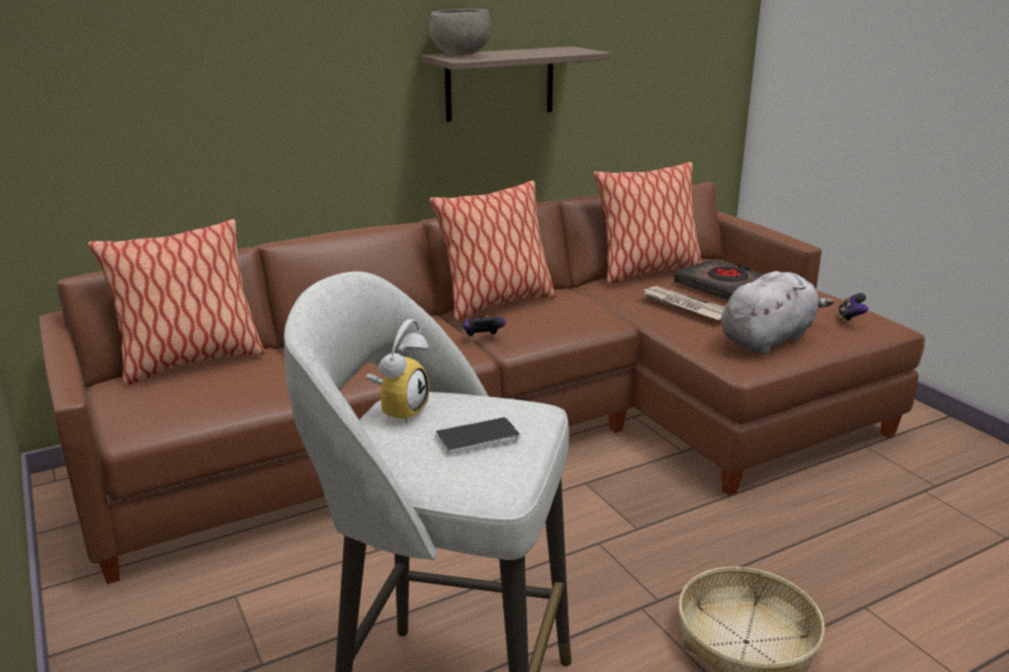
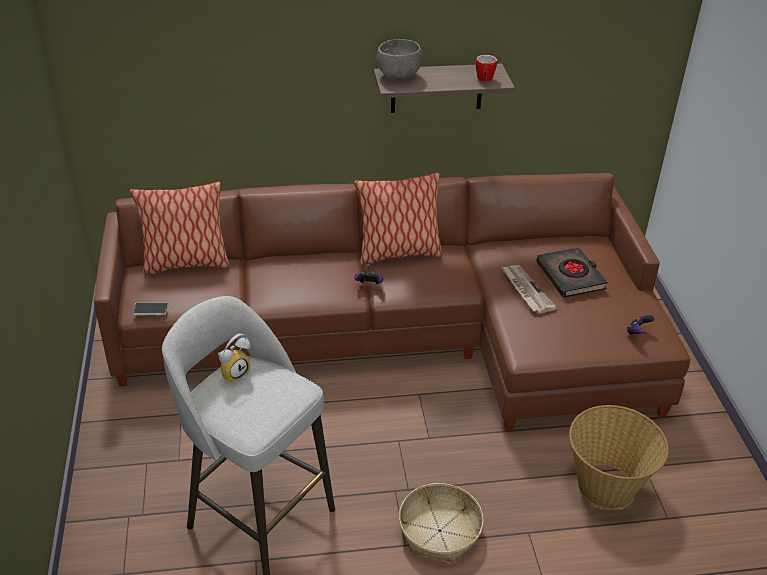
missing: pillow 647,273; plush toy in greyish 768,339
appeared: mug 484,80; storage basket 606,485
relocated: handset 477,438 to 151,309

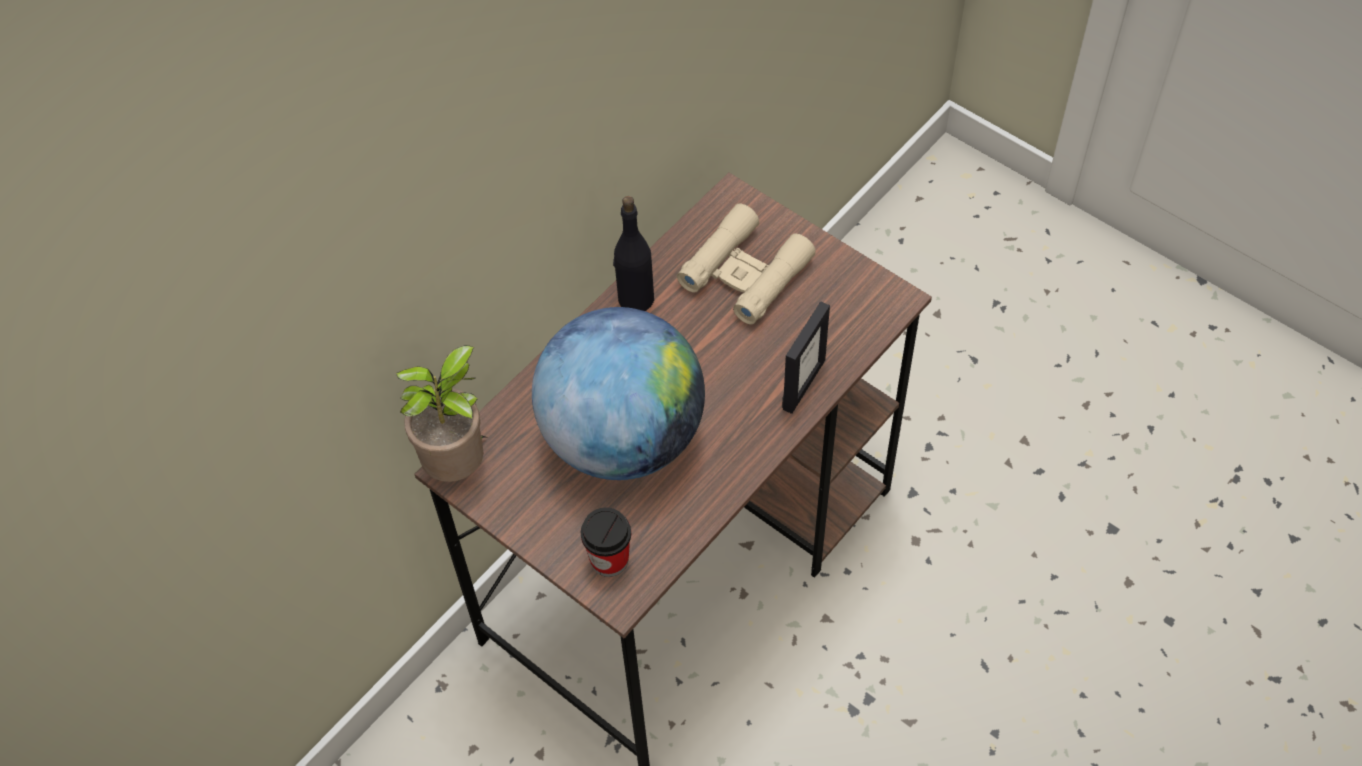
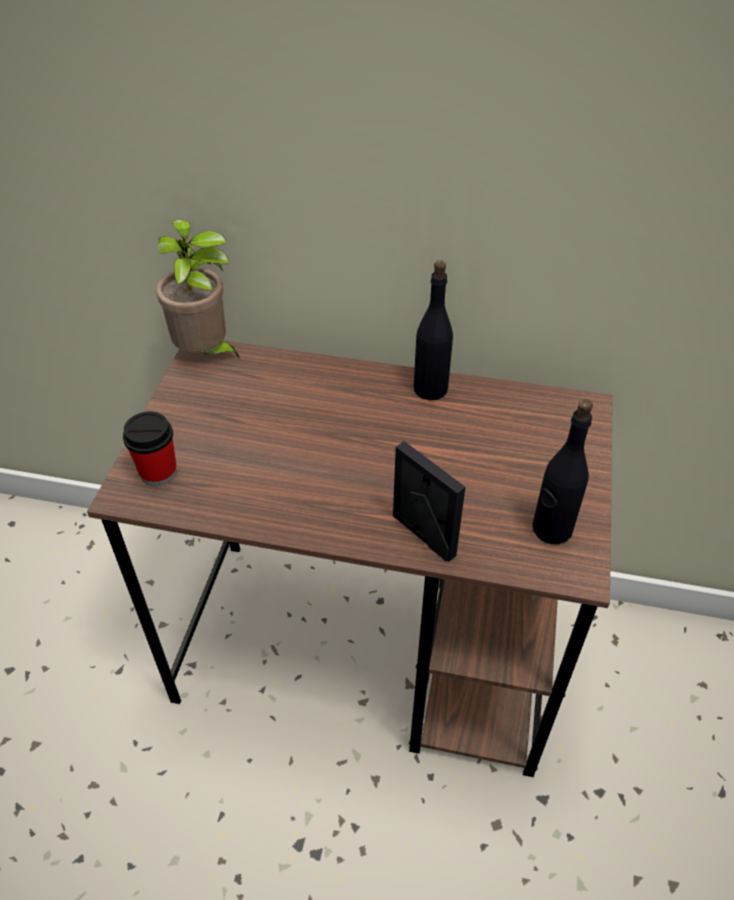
missing: world globe 623,438; pair of binoculars in beige 745,273
appeared: beverage bottle in blackish 551,529
spun: standing frame 803,384 = 423,536 135 degrees counterclockwise

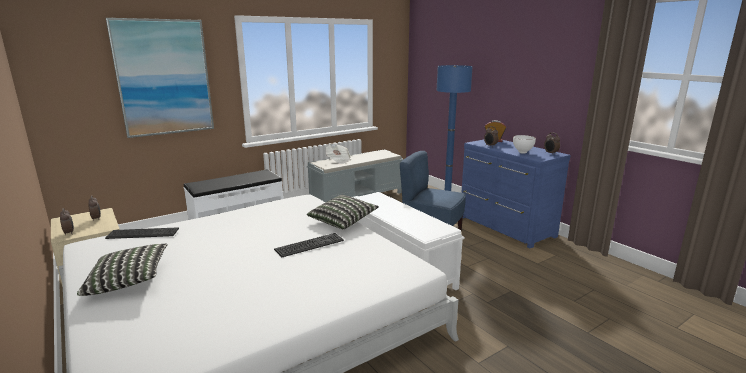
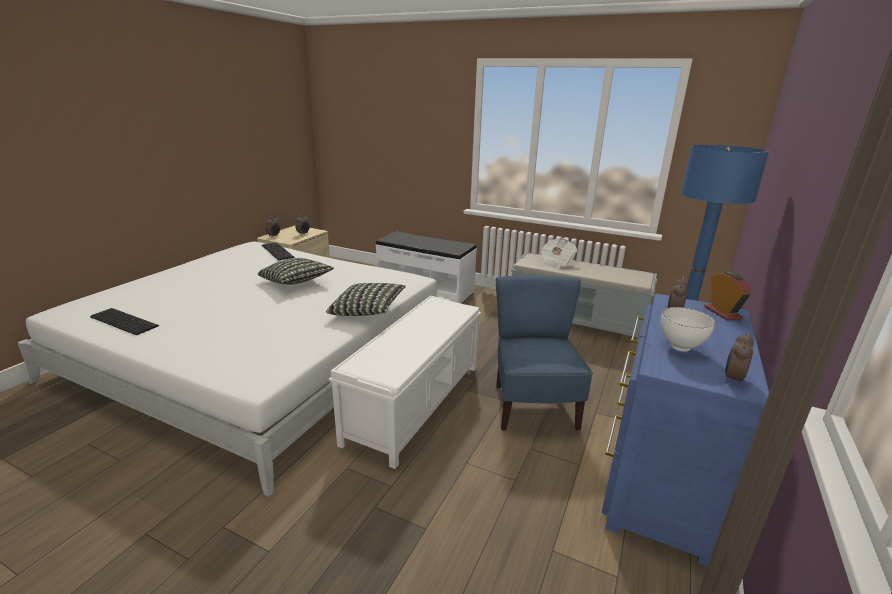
missing: wall picture 164,78
relocated: keyboard 308,244 to 125,320; pillow 128,281 to 296,282

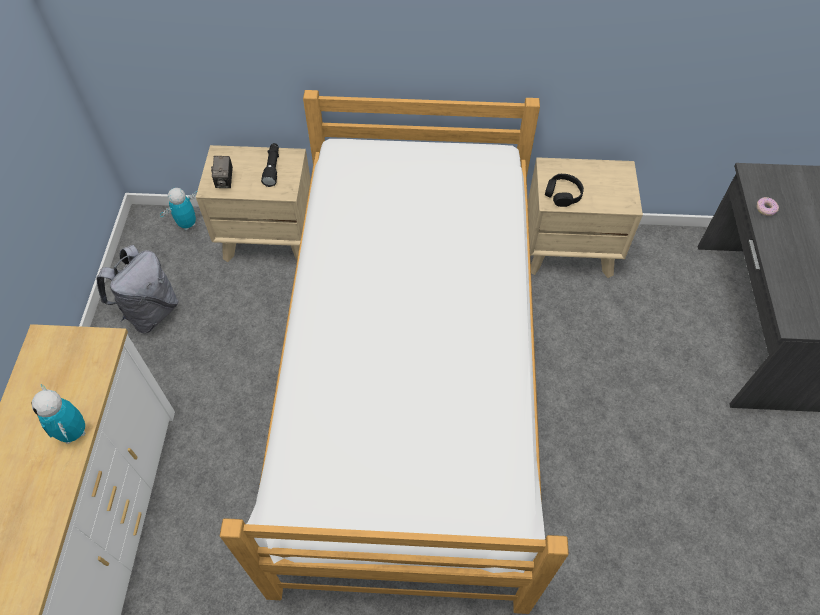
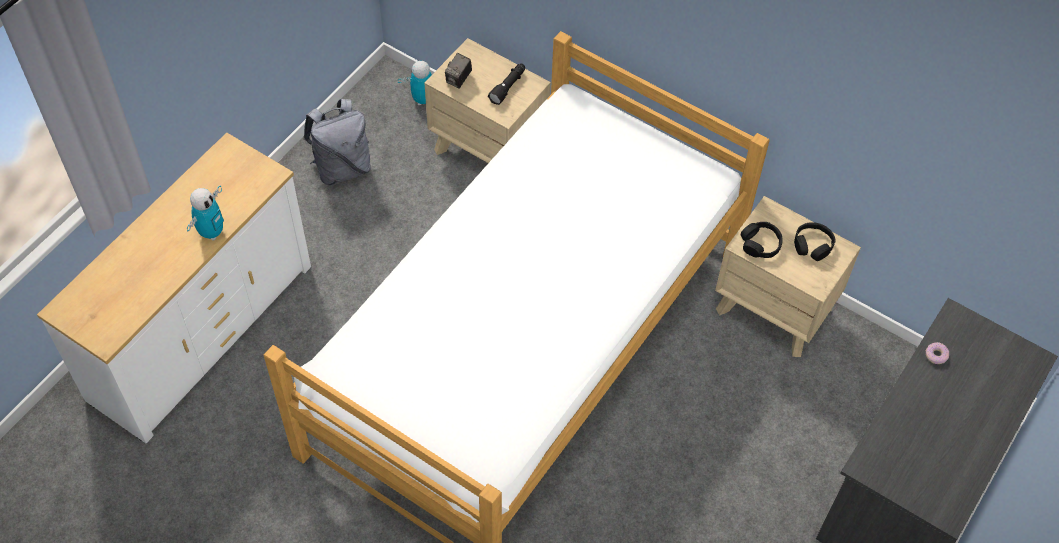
appeared: pair of headphones in blackish 812,245
spun: toy robot 73,432 = 211,232 150 degrees counterclockwise

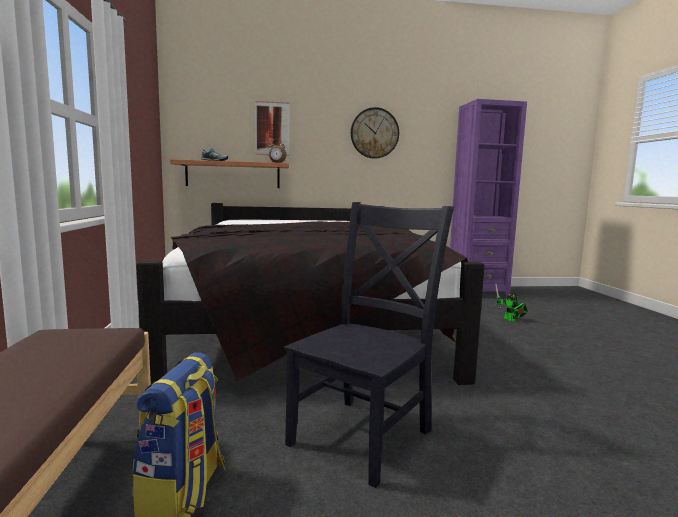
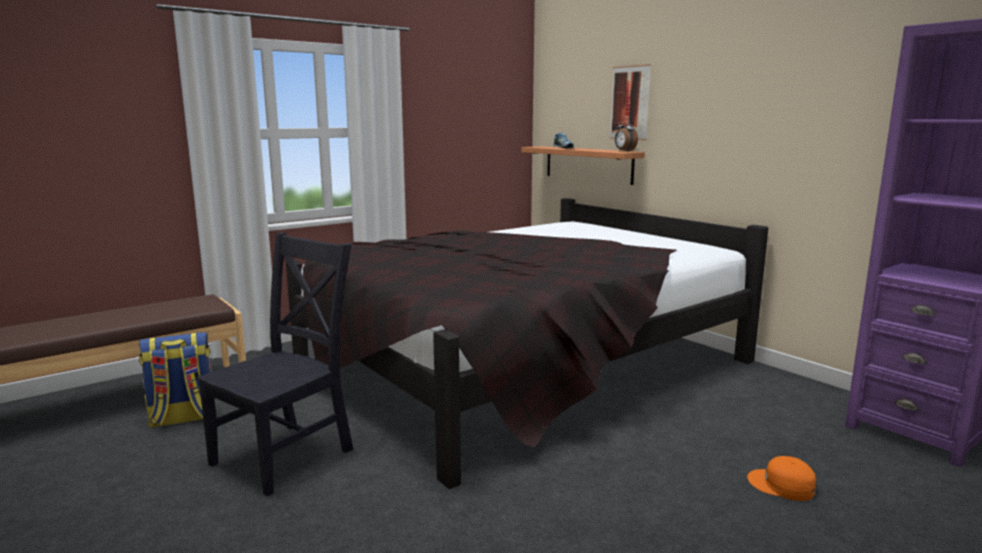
missing: clock on the wall 374,133
exchanged: toy robot 510,320 to cap in orange 781,485
spun: upright chair in blackish 364,434 = 287,454 60 degrees counterclockwise

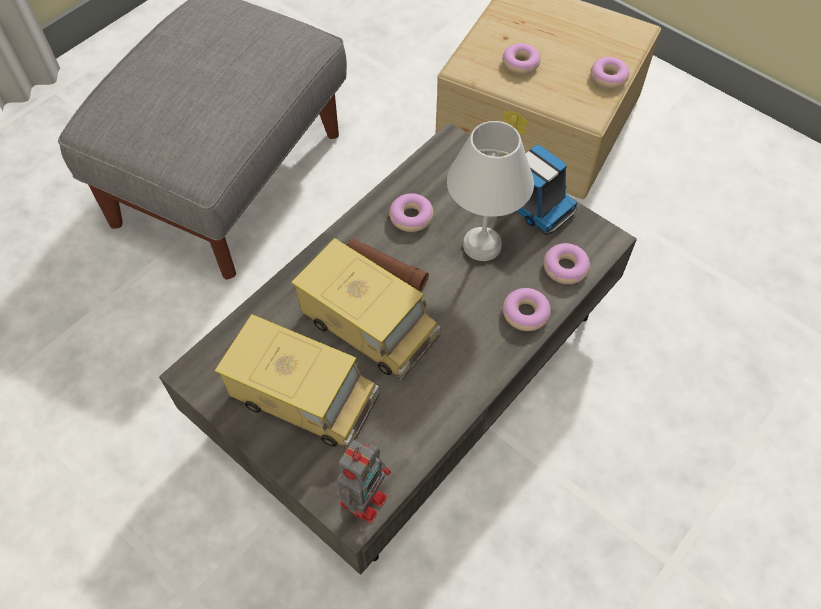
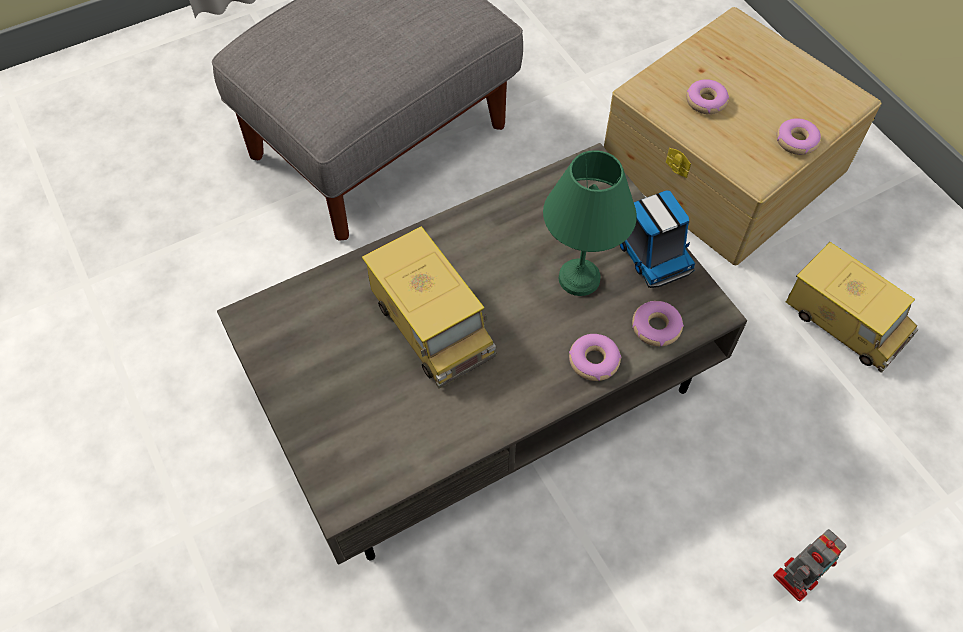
missing: hand torch in brown-coloured 386,268; donut 411,217
relocated: toy robot 364,498 to 796,577; toy truck 304,397 to 845,321
colour: tabletop lamp in white 481,243 to tabletop lamp in greenish 578,276

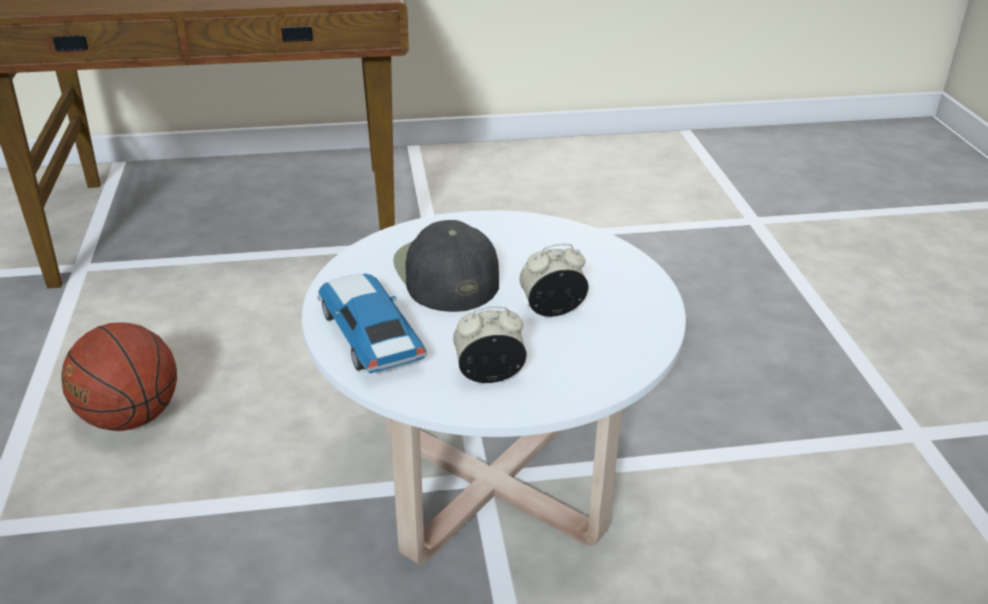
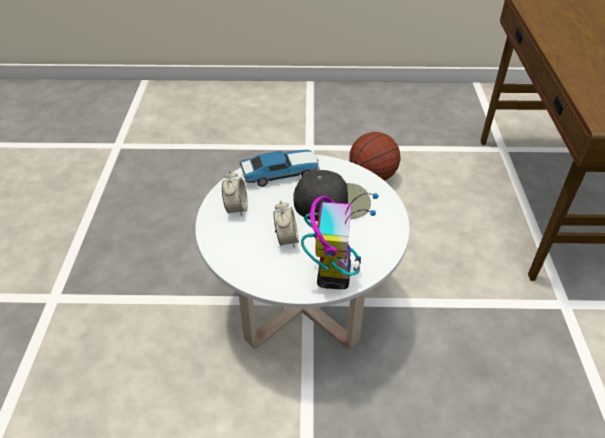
appeared: toy robot 333,275

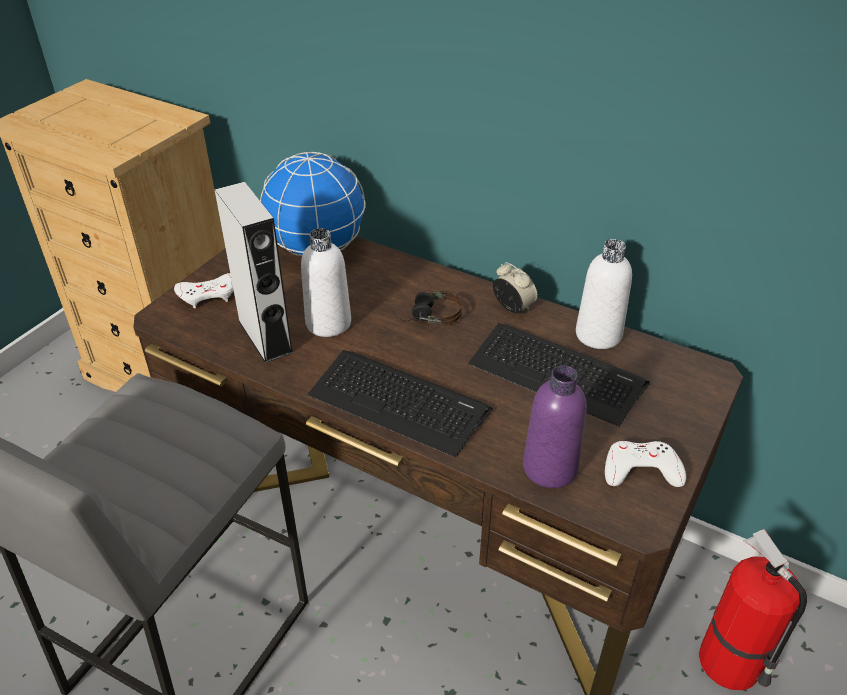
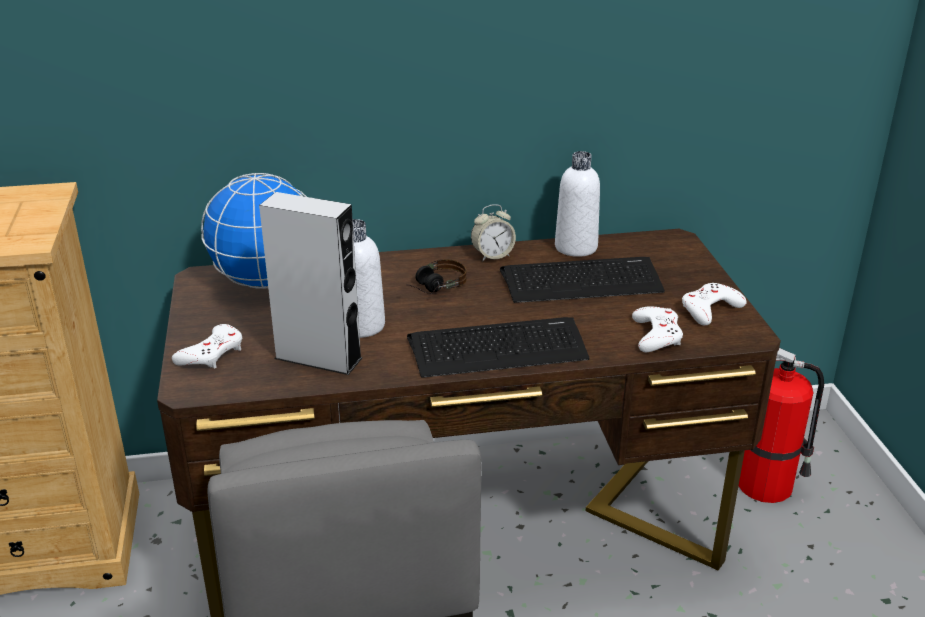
exchanged: beverage bottle in purple 550,468 to gamepad in white 656,335
spun: bedside clock 513,308 = 492,255 150 degrees clockwise

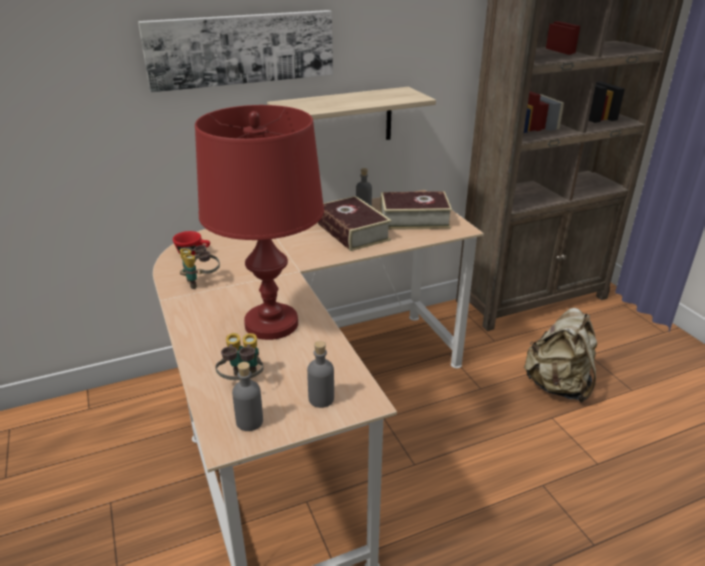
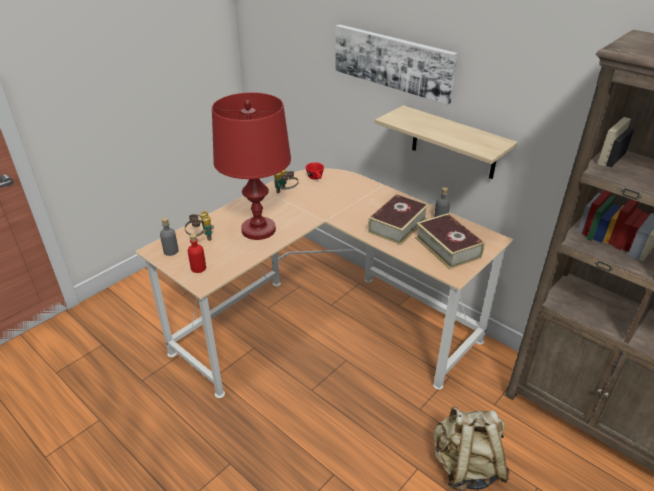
colour: beverage bottle in greyish 321,399 to beverage bottle in reddish 198,268

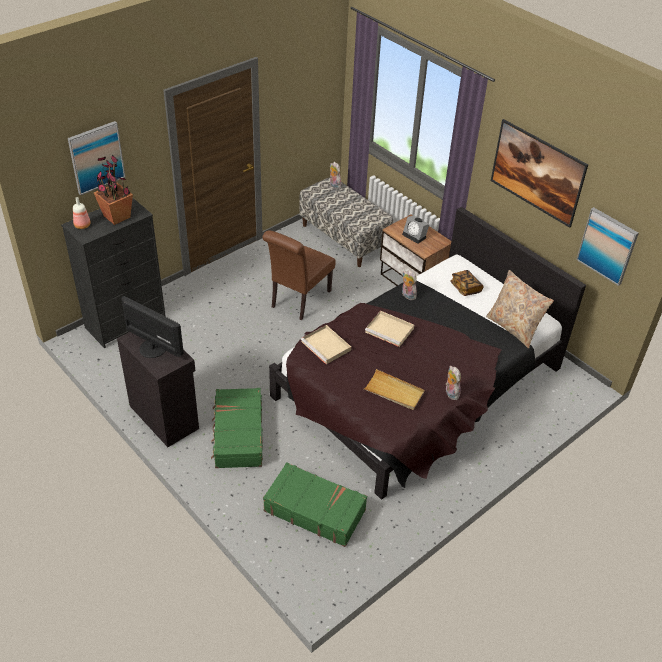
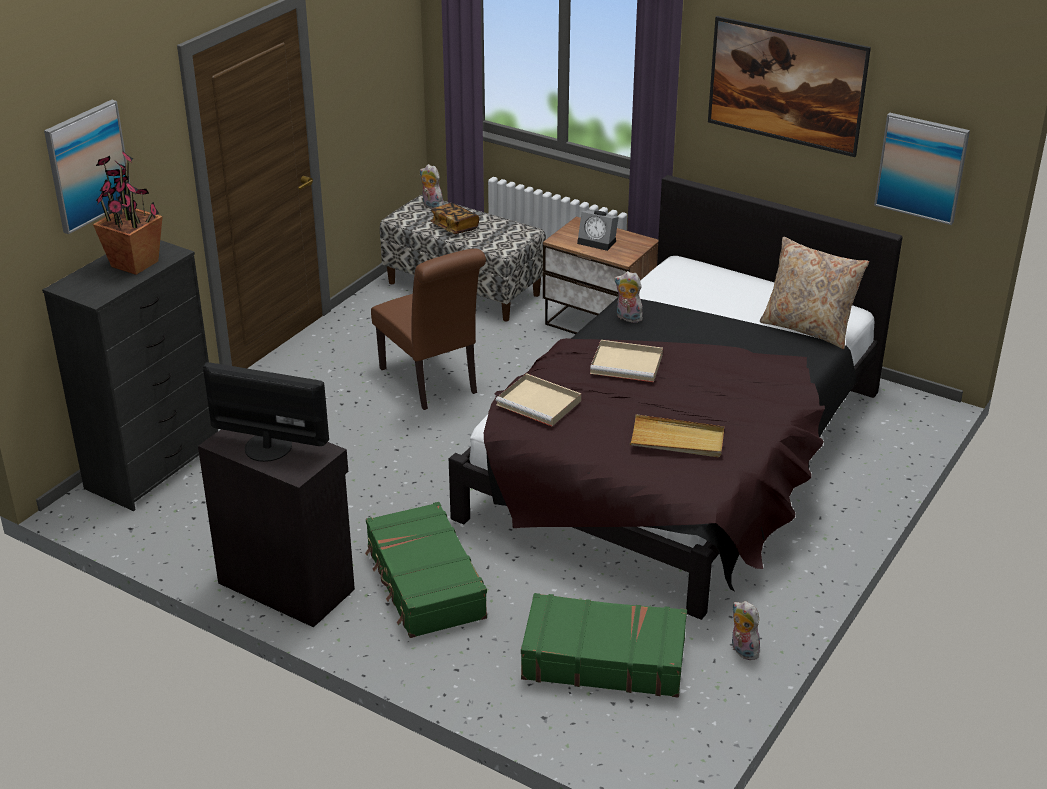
missing: beverage bottle 82,225
relocated: bound book 465,288 to 454,227; plush toy 450,393 to 742,650
spun: upright chair in brown-coloured 298,301 = 432,383 45 degrees counterclockwise

